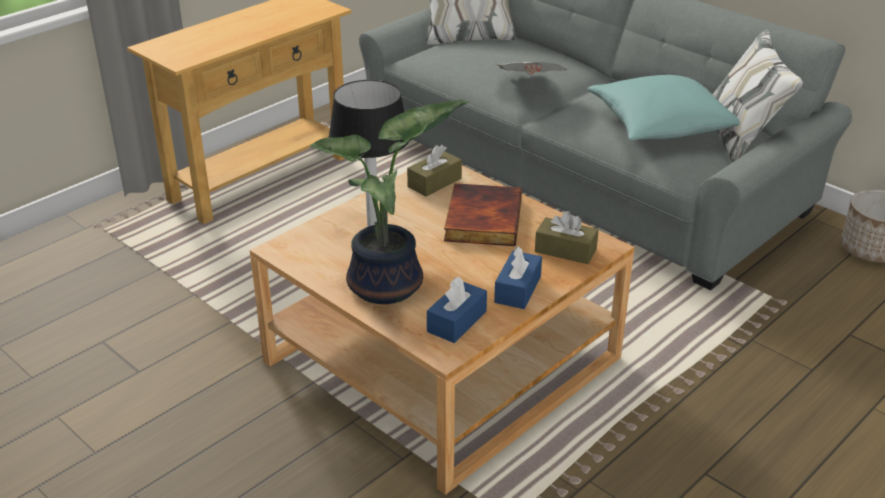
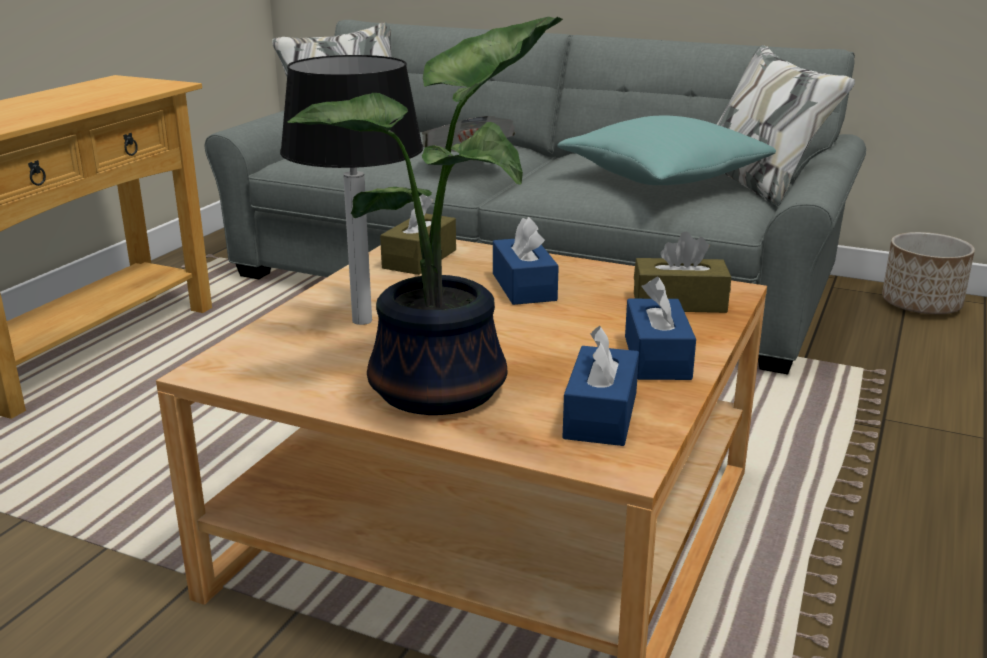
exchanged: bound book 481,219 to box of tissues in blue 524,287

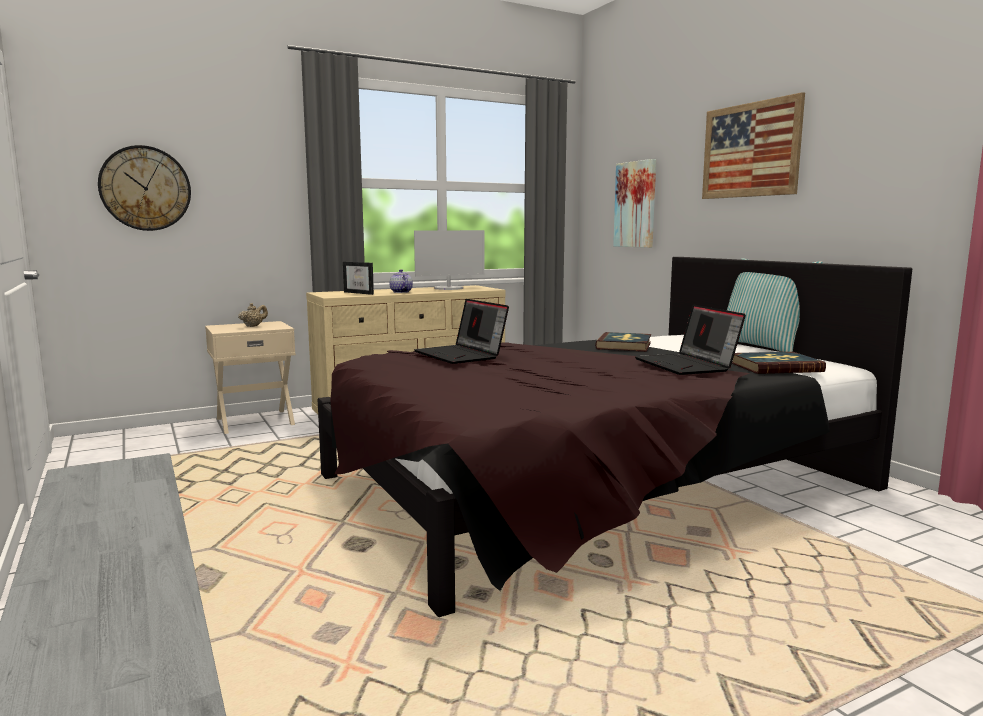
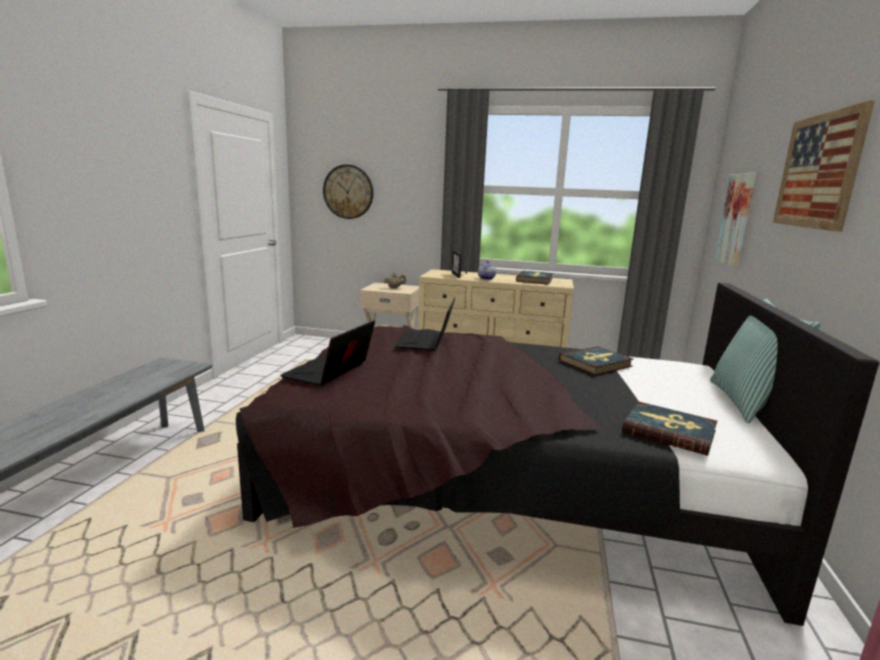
relocated: notebook computer 687,365 to 329,372
exchanged: monitor 449,288 to bound book 535,280

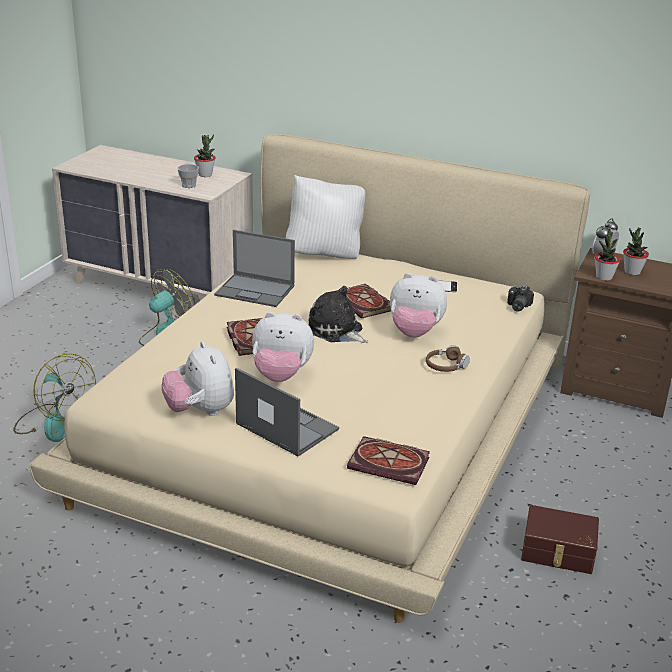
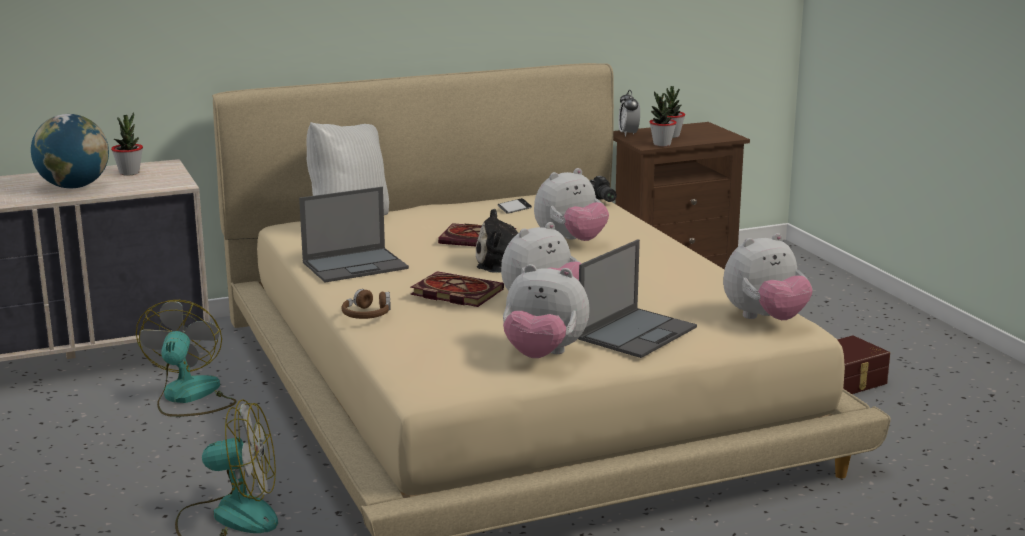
missing: small cup 188,185
appeared: world globe 74,187
relocated: pair of headphones in brown-coloured 445,366 to 367,315
exchanged: bound book 391,463 to plush toy 765,319
spun: notebook computer 286,426 = 638,333 135 degrees clockwise

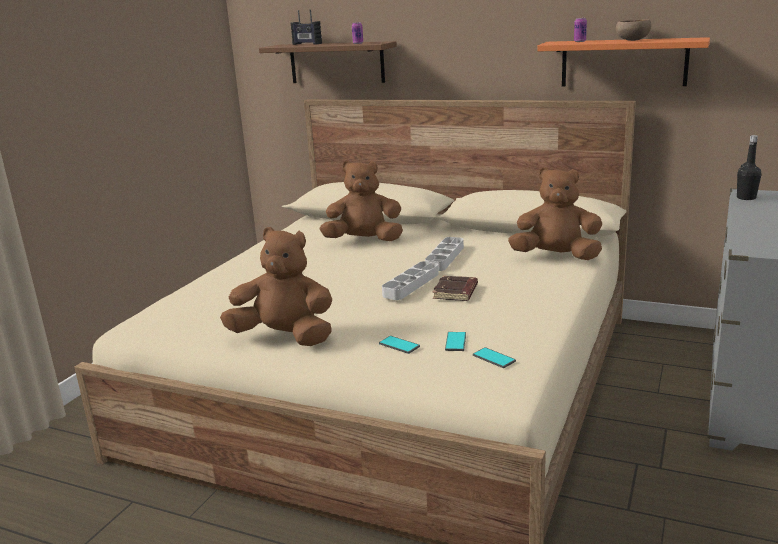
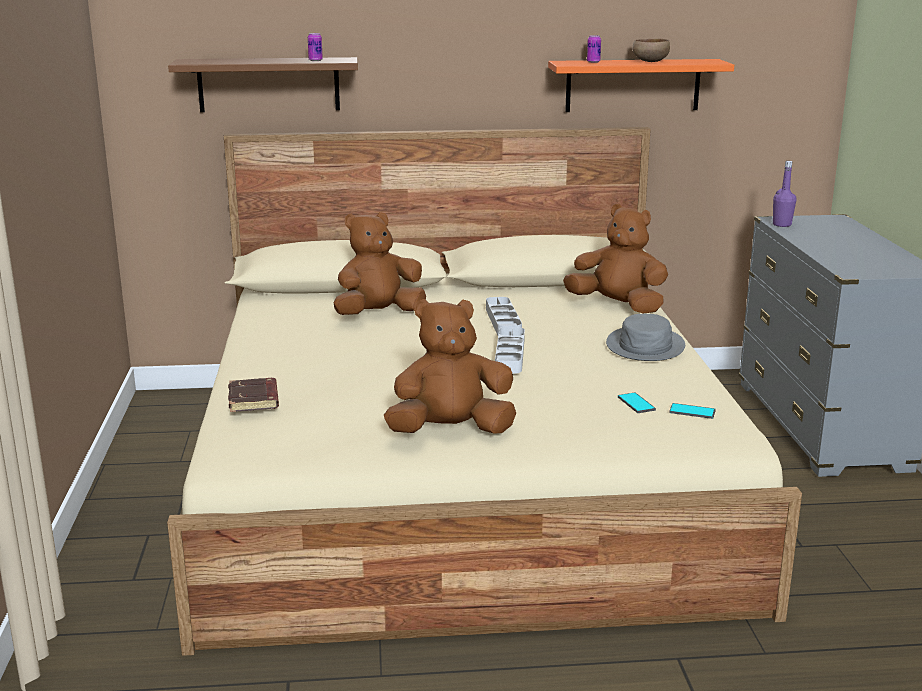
missing: radio set 307,44; handset 399,345
appeared: hat in greyish 645,346
relocated: bound book in brown-coloured 456,292 to 255,400
colour: beverage bottle in blackish 746,198 to beverage bottle in purple 782,225
spun: plush toy in brown-coloured 556,257 = 617,306 45 degrees clockwise

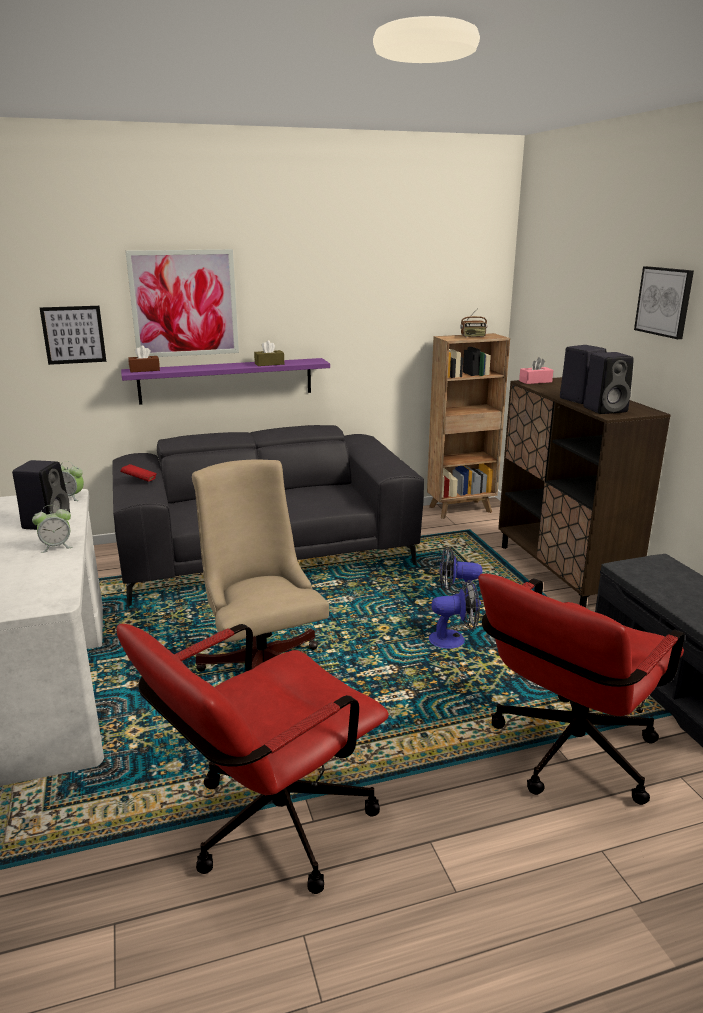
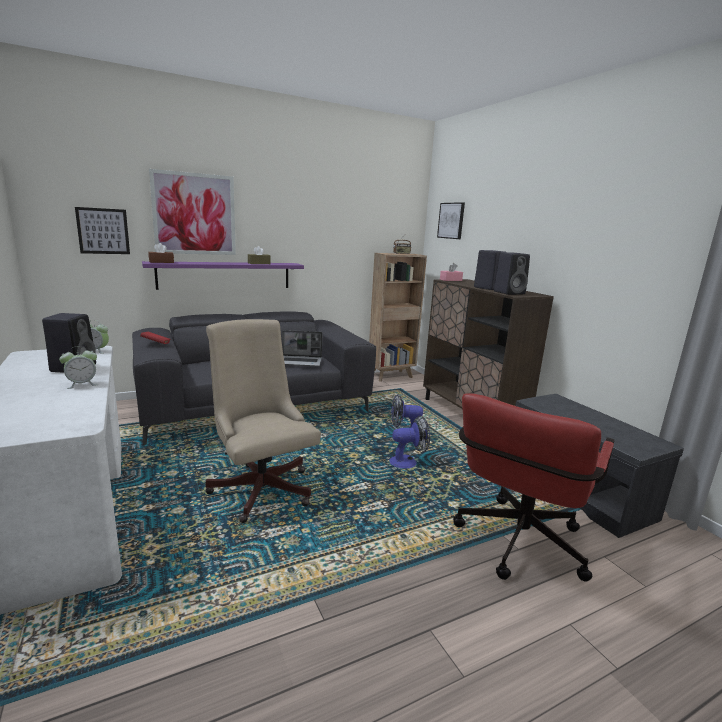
missing: computer chair in reddish 266,828
appeared: notebook computer 301,362
relocated: wall picture 664,301 to 451,220

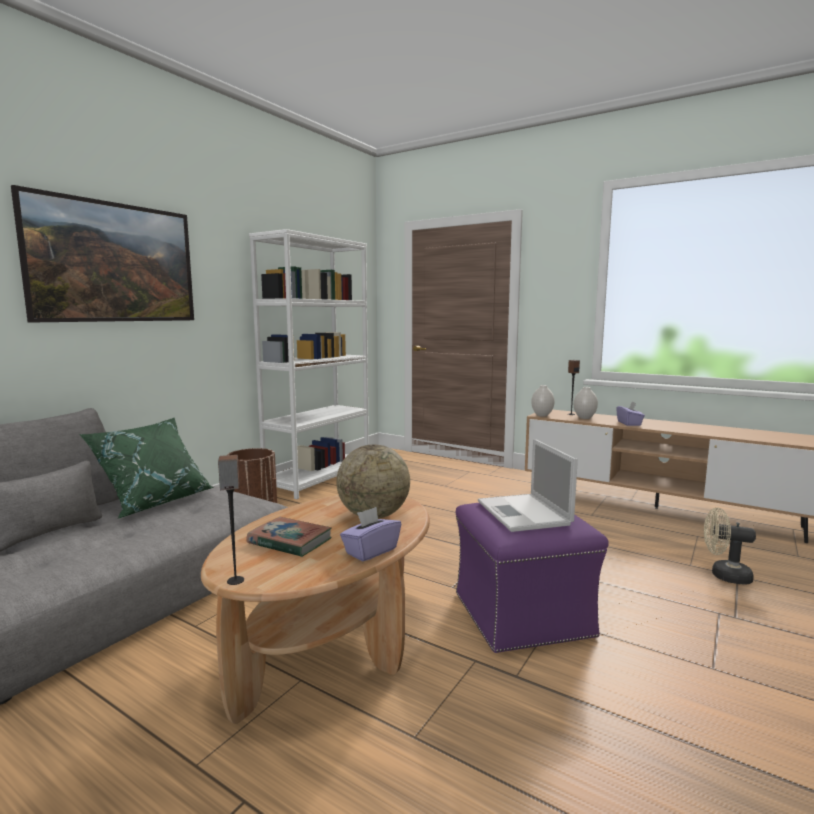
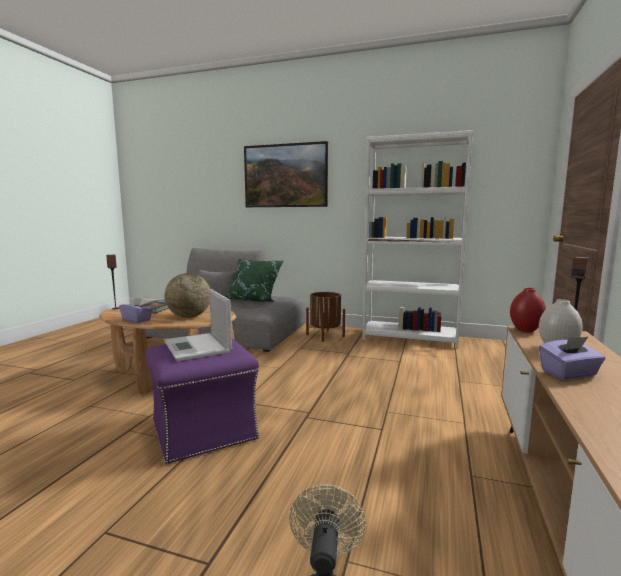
colour: decorative vase in white 542,415 to decorative vase in reddish 525,330
spun: notebook computer 524,513 = 197,347 90 degrees counterclockwise

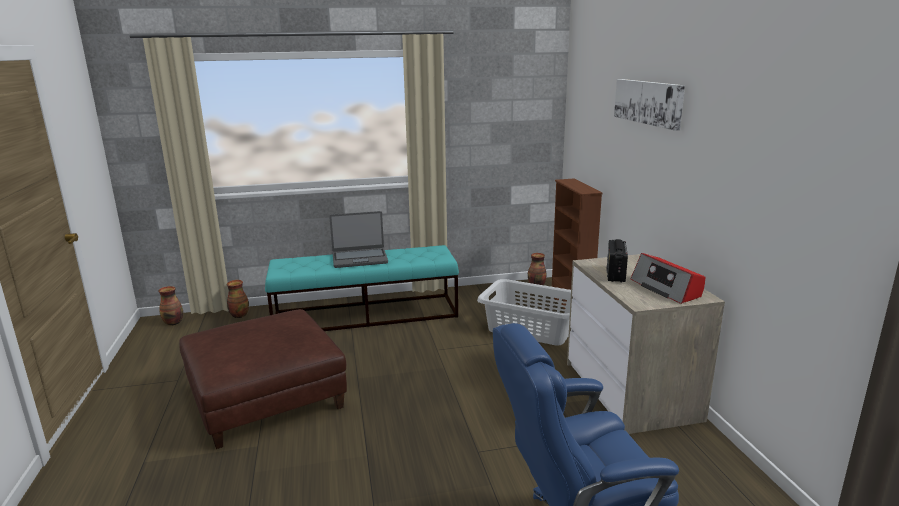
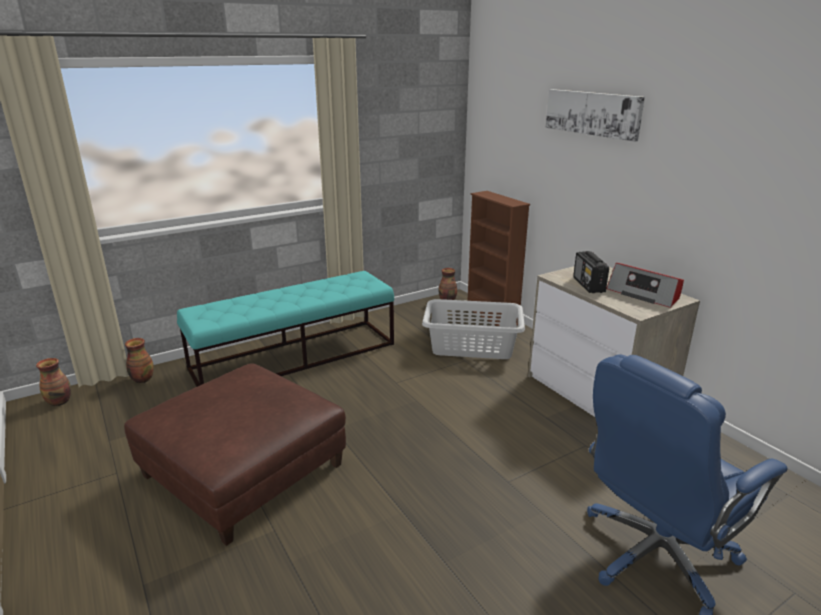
missing: notebook computer 359,259

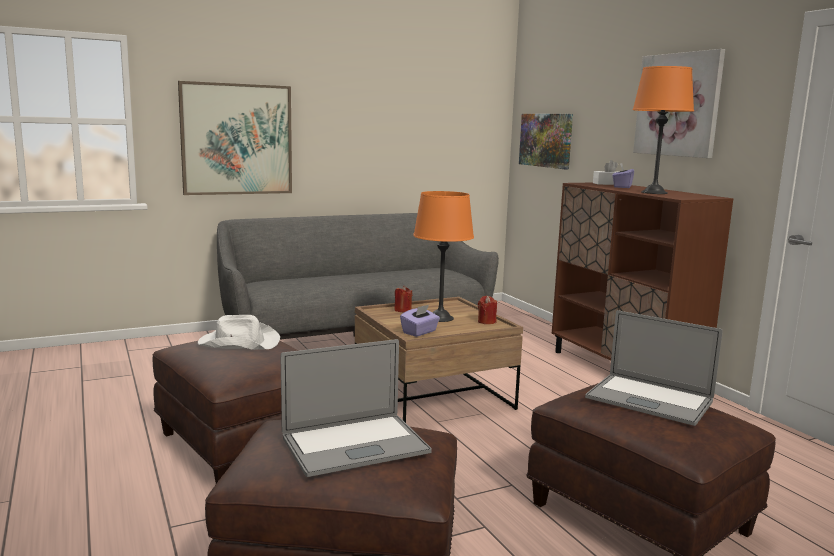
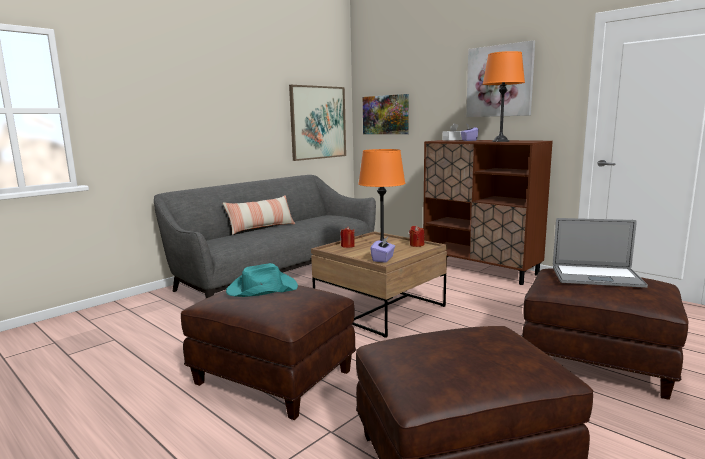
missing: notebook computer 355,445
appeared: pillow 261,228
relocated: wall picture 237,139 to 318,122
colour: hat in white 238,342 to hat in blue-green 261,289

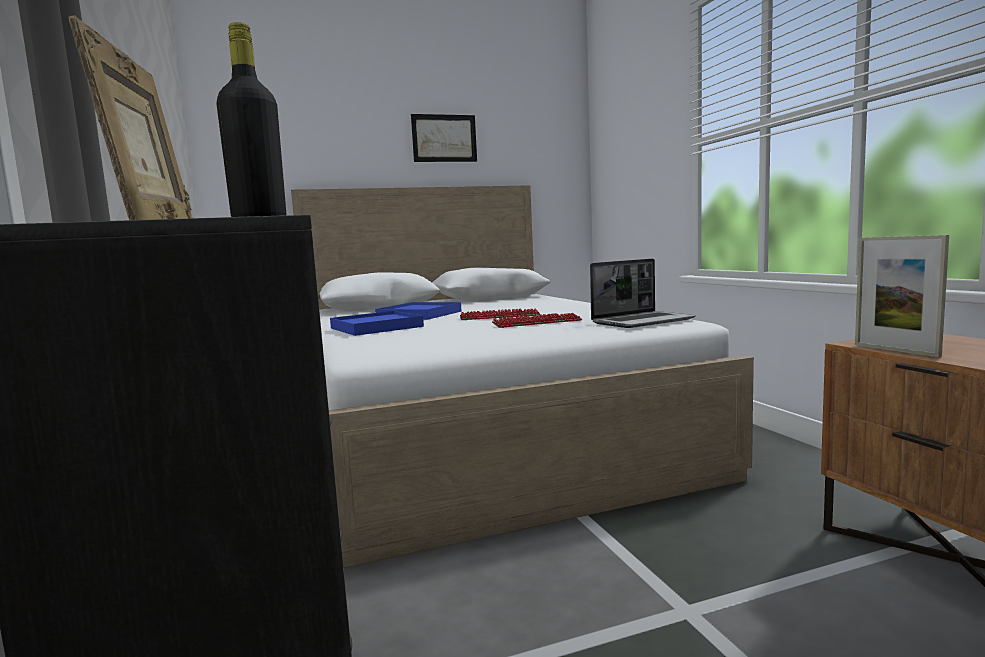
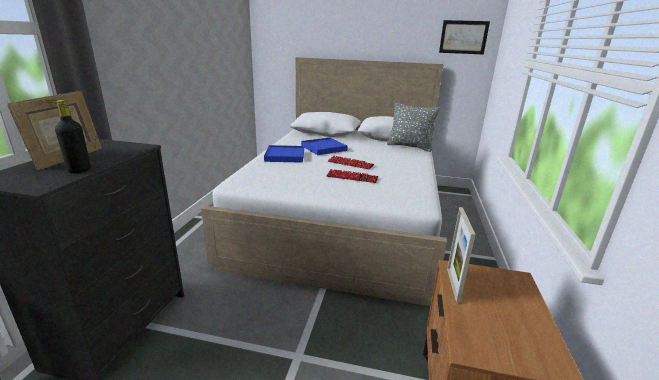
missing: notebook computer 642,321
appeared: pillow in greyish 409,147
relocated: wall picture 444,138 to 463,37

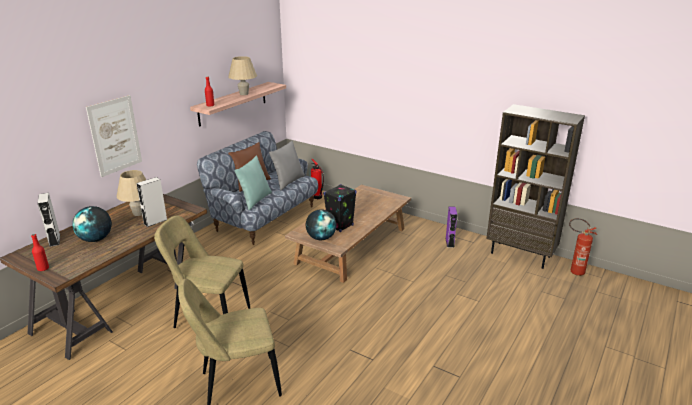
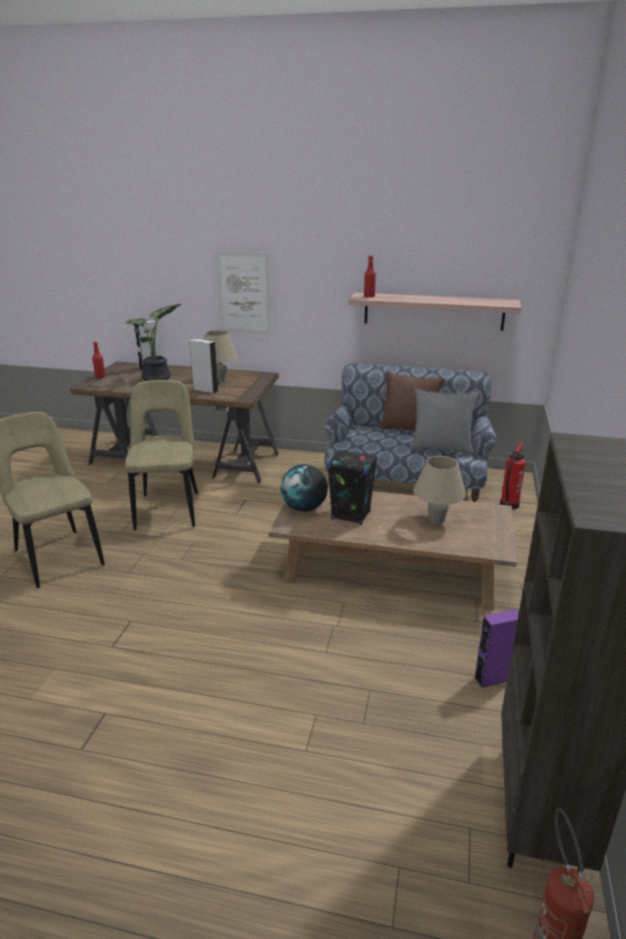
missing: pillow in blue-green 255,200
relocated: tabletop lamp in beige 244,94 to 436,520
exchanged: world globe 96,239 to potted plant 158,379

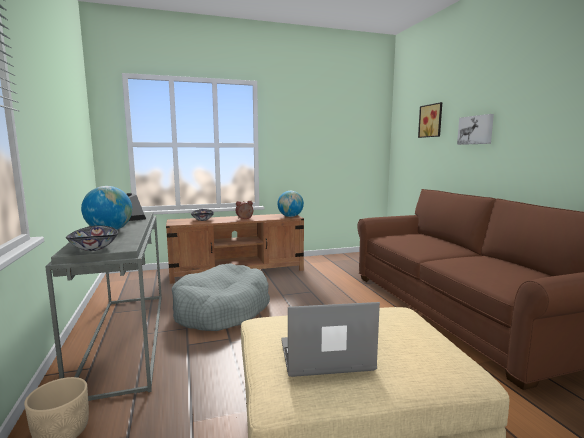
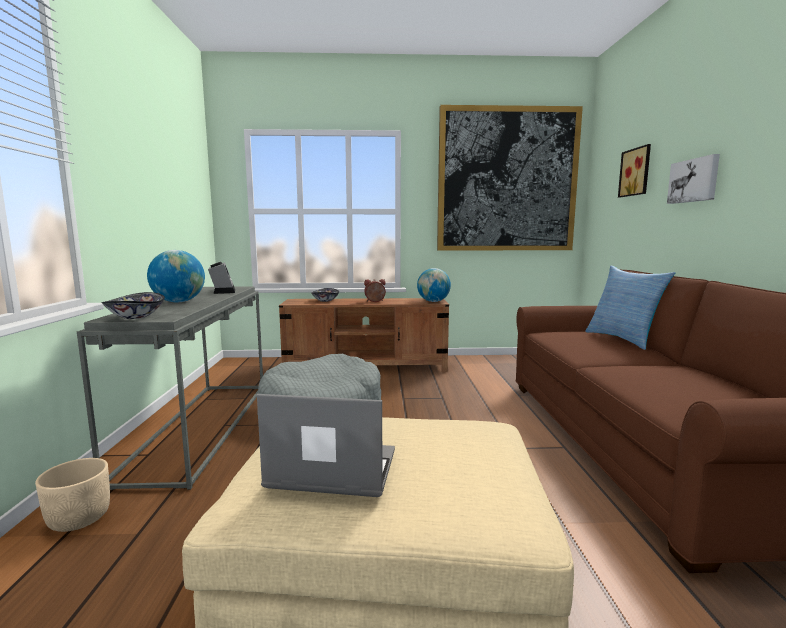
appeared: wall picture 506,180; pillow 623,339

